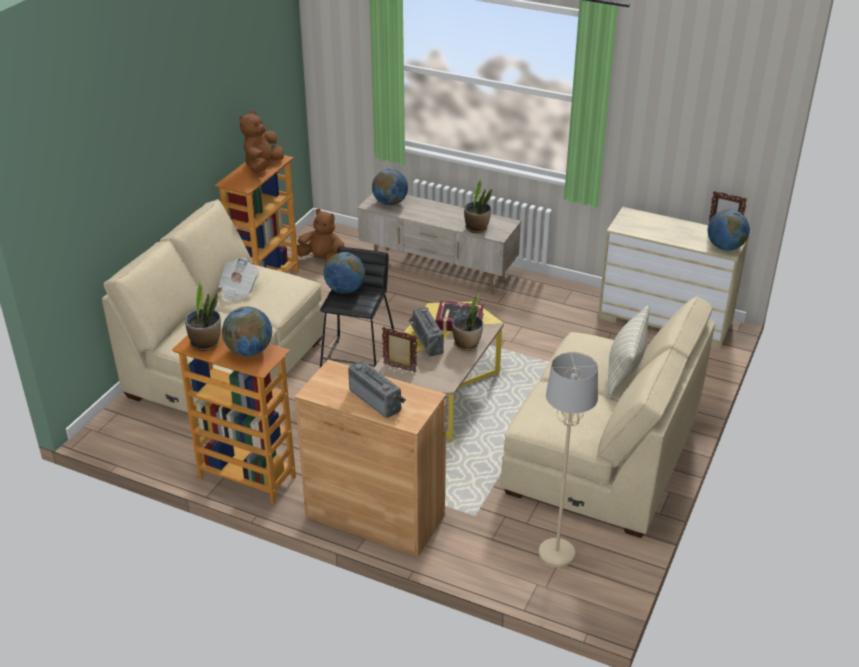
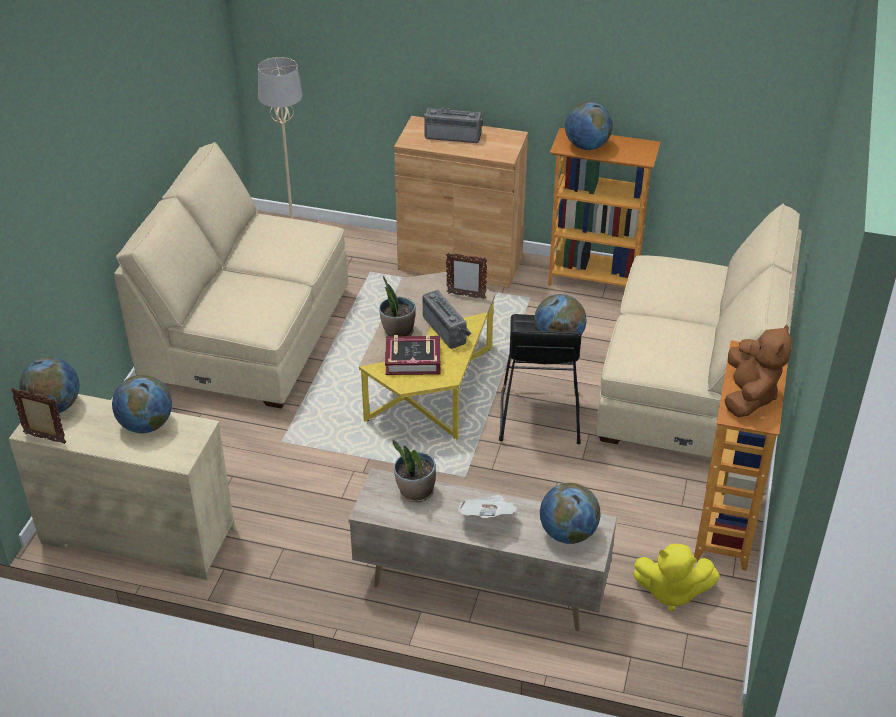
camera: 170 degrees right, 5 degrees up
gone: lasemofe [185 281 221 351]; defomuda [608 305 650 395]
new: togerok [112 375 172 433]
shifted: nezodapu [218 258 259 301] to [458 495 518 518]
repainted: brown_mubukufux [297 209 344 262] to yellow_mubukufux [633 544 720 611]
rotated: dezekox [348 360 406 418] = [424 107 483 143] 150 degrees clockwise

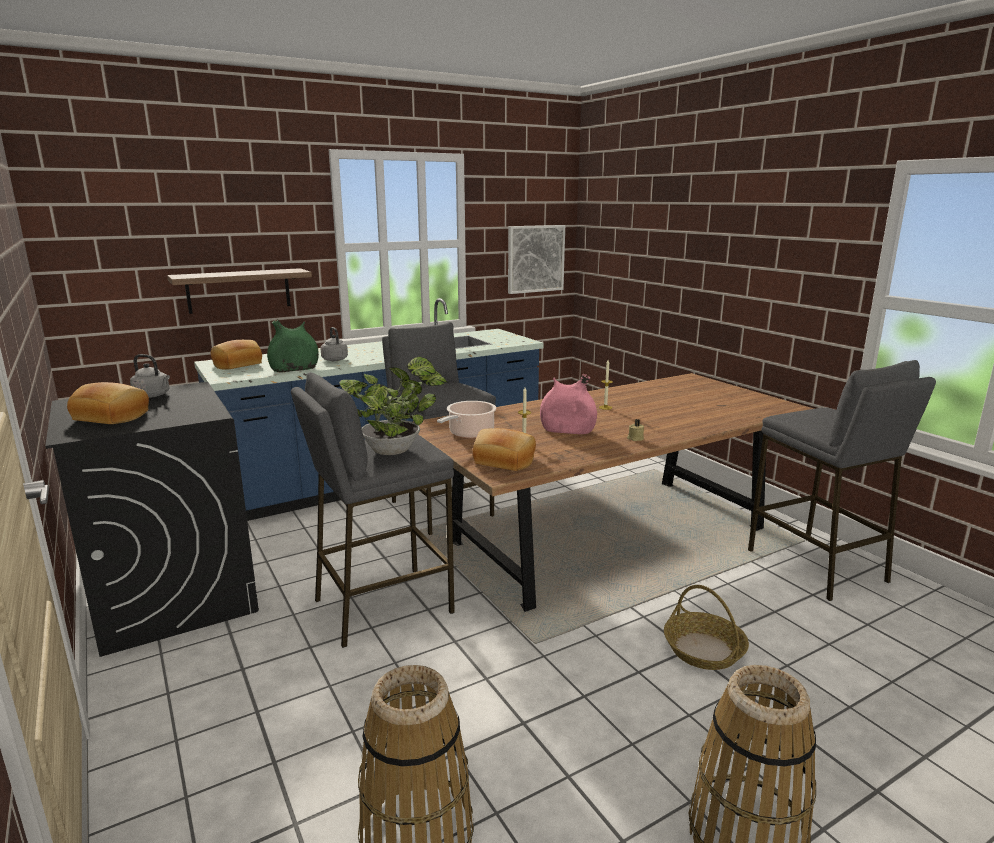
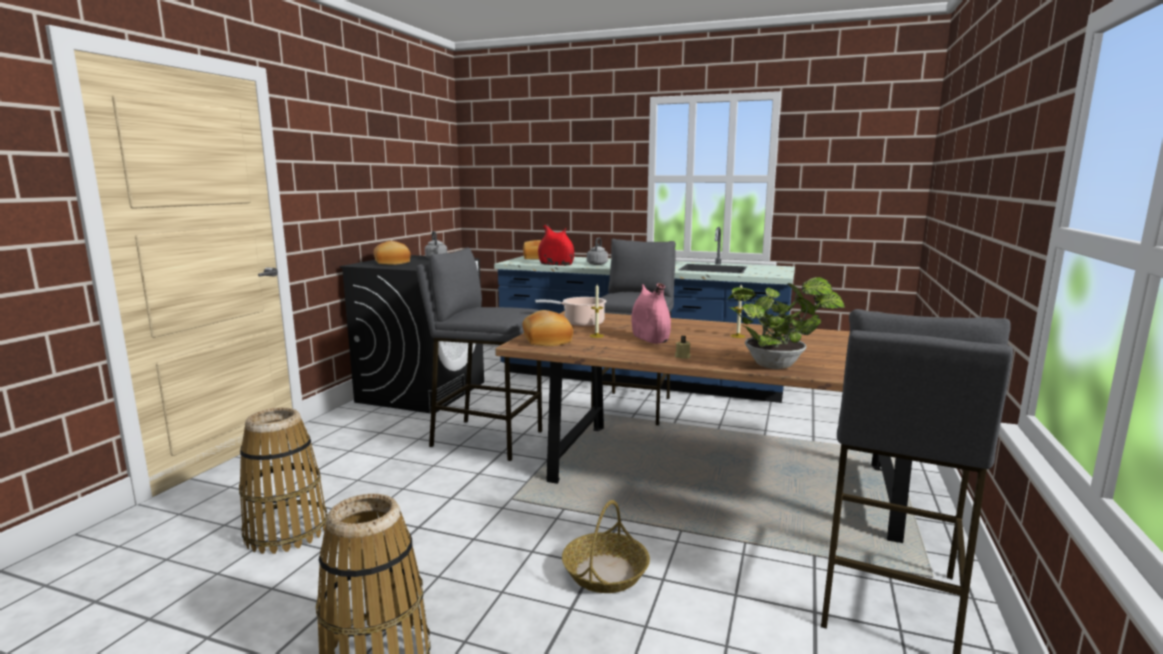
camera: 50 degrees right, 5 degrees down
gone: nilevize [167 268 312 314]; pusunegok [508 225 565 294]
shifted: lasemofe [339 357 447 455] to [727 277 845 369]
repainted: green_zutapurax [267 319 319 372] to red_zutapurax [538 224 574 266]

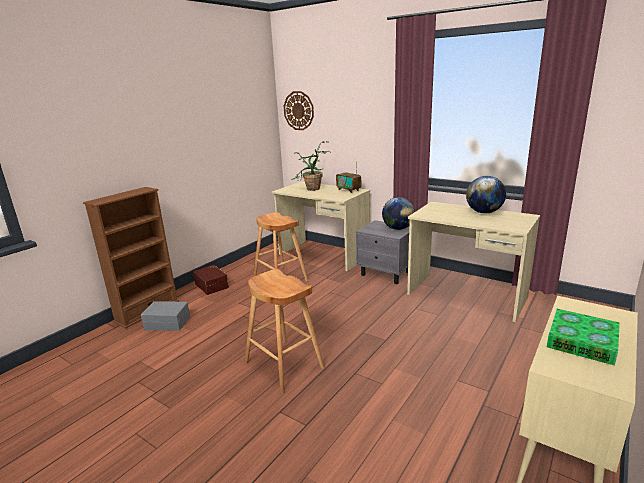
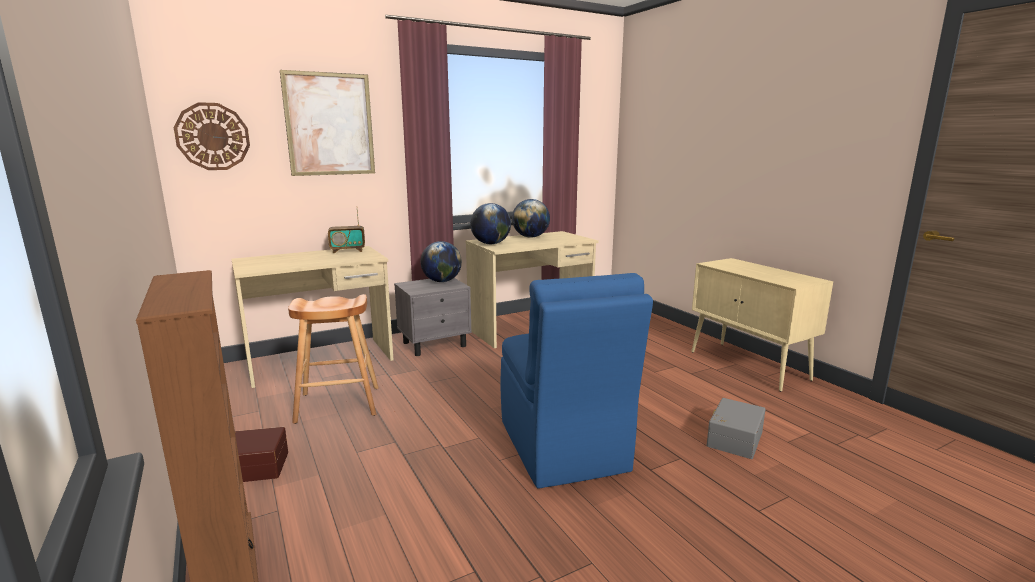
camera: 65 degrees left, 5 degrees down
gone: lasemofe [292 141 330 191]; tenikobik [547 309 620 366]
new: pusunegok [280 70 375 176]; togerok [470 203 511 244]
shifted: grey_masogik [141 301 190 331] to [707 398 766 459]
swapped: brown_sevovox [244 269 325 393] to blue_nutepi [501 273 653 489]

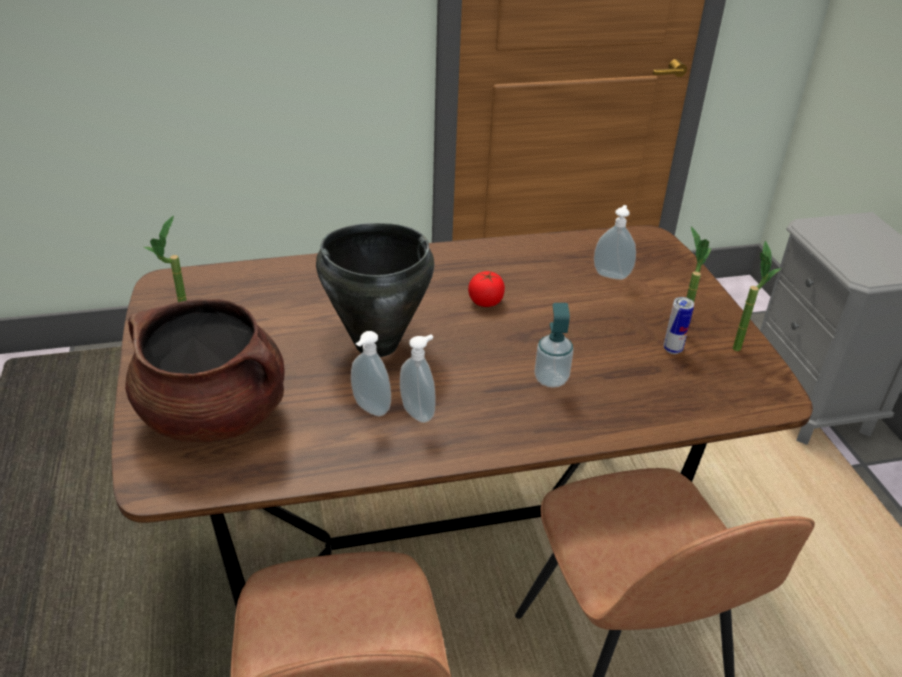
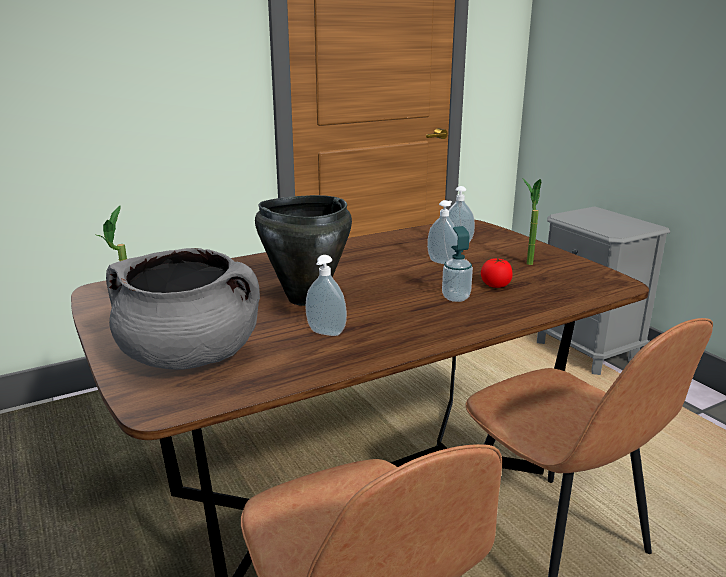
camera: 15 degrees left, 15 degrees down
gone: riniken [664 297 694 354]; lasemofe [732 241 782 351]
shifted: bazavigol [400 335 436 423] to [427 200 458 264]; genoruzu [468 271 505 307] to [481 258 513 288]
repainted: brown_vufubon [125 299 285 442] to grey_vufubon [106 248 260 370]

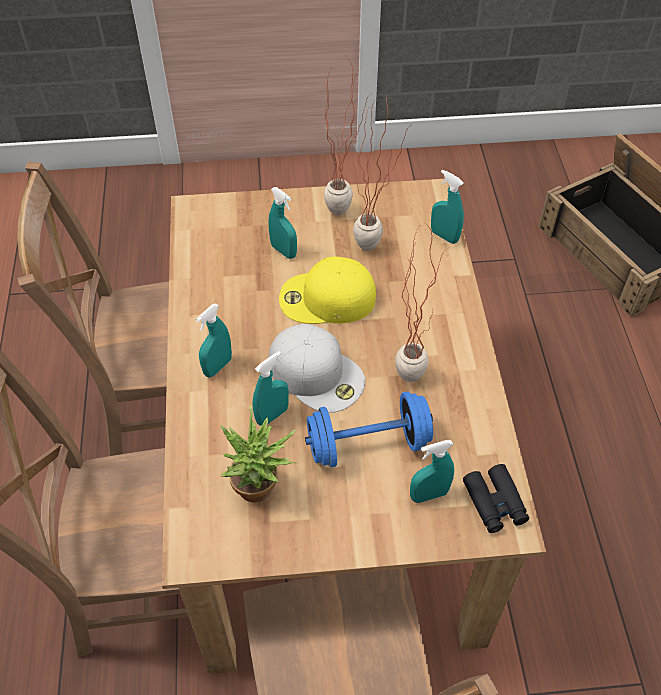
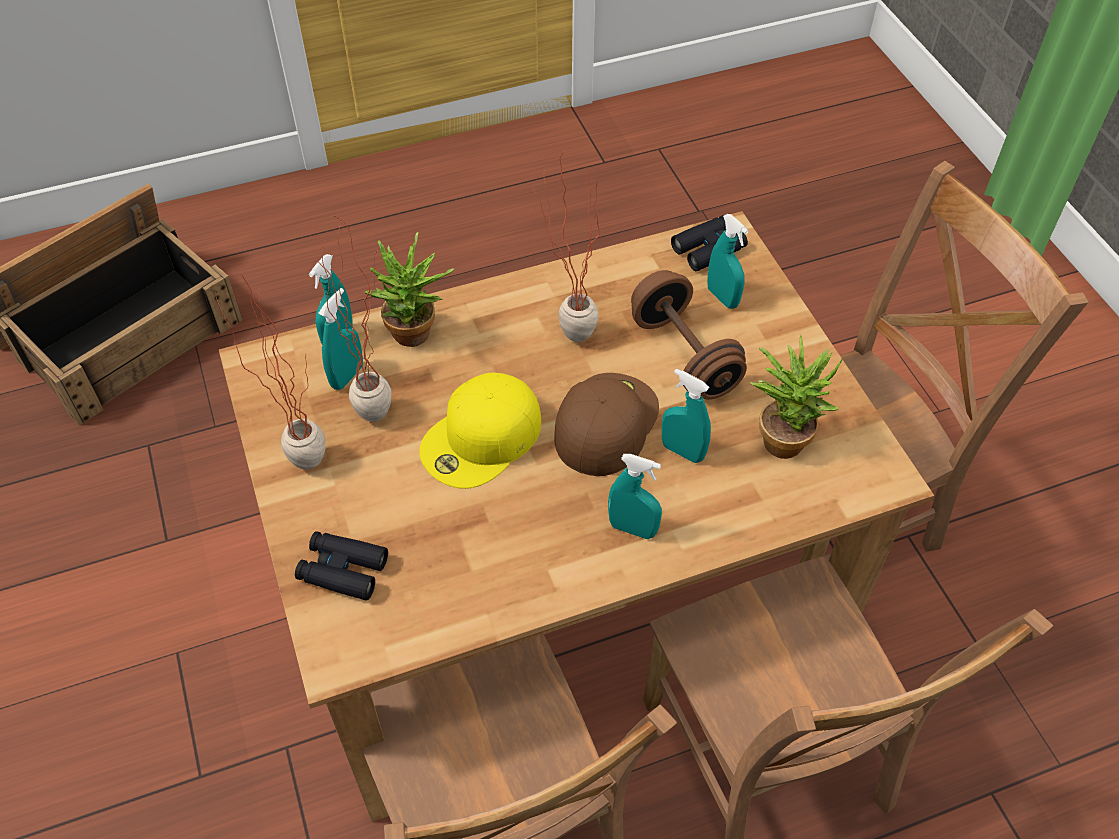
camera: 105 degrees left, 0 degrees up
new: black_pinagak [295 531 388 600]; lasemofe [364 232 455 347]
shifted: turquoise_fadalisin [269 187 297 259] to [318 288 363 390]
repainted: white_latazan [268 324 365 413] to brown_latazan [554 373 659 476]; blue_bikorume [305 391 433 468] to brown_bikorume [631 270 747 400]
rotated: yellow_latazan [279 257 376 324] = [419 373 541 489] 60 degrees clockwise

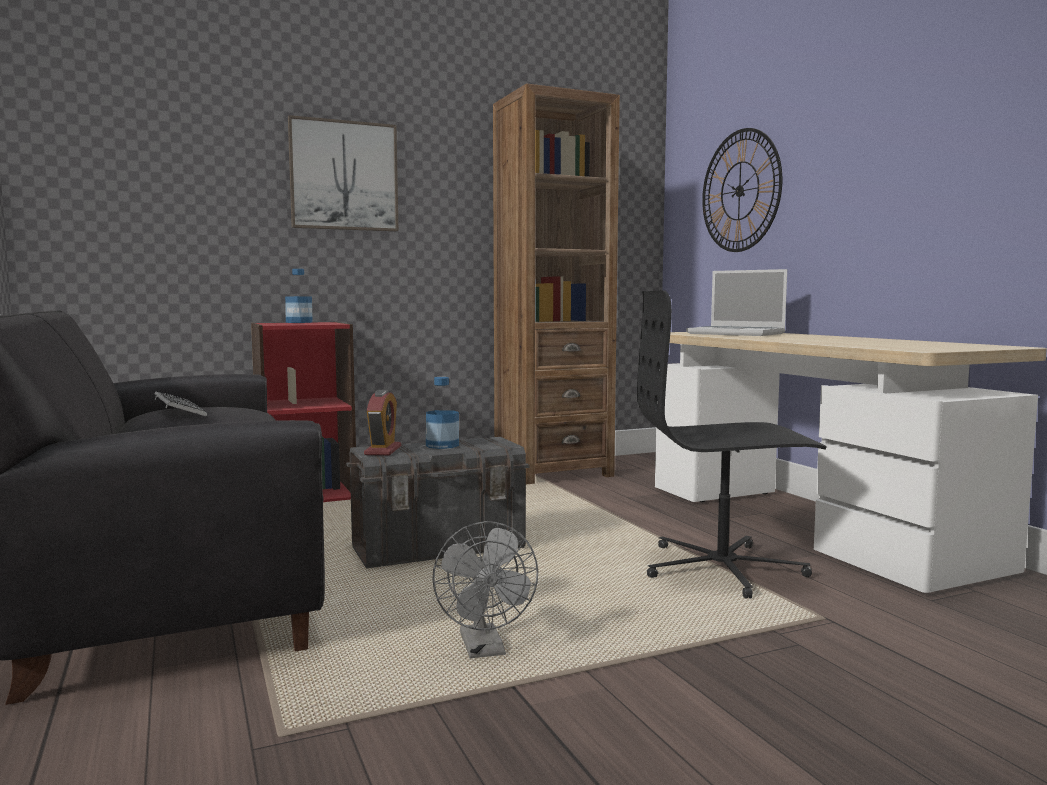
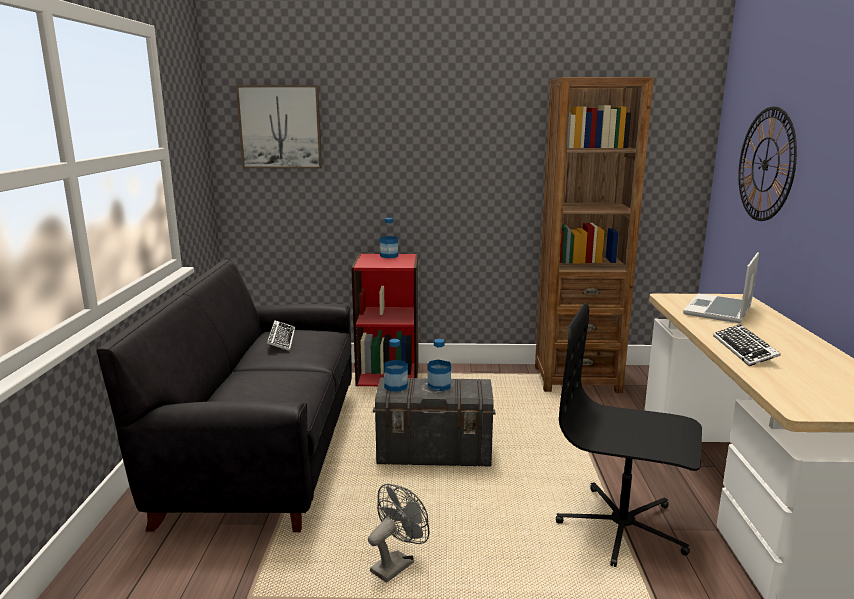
camera: 25 degrees right, 10 degrees up
new: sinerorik [713 324 781 366]
shifted: pusunegok [288 115 399 231] to [236 85 322 168]
swapped: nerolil [364 390 401 455] to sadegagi [384 339 408 392]
rotated: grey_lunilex [433 521 538 658] = [368 484 430 583] 150 degrees counterclockwise; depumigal [686 269 787 336] = [683 252 759 323] 60 degrees clockwise

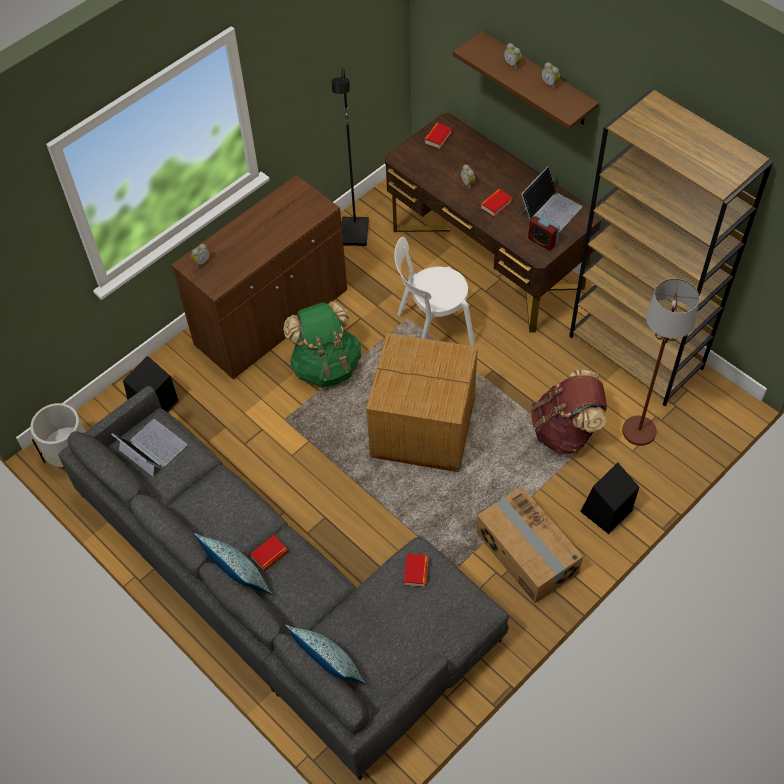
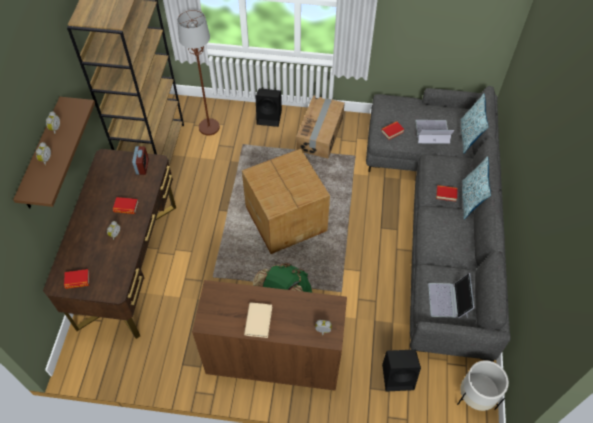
camera: 130 degrees left, 0 degrees up
gone: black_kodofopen [332 67 369 246]; white_nutepi [394 237 475 346]; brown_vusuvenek [531 370 607 454]
new: beige_tenikobik [244 302 272 338]
shifted: depumigal [521 166 582 232] to [415 120 454 144]

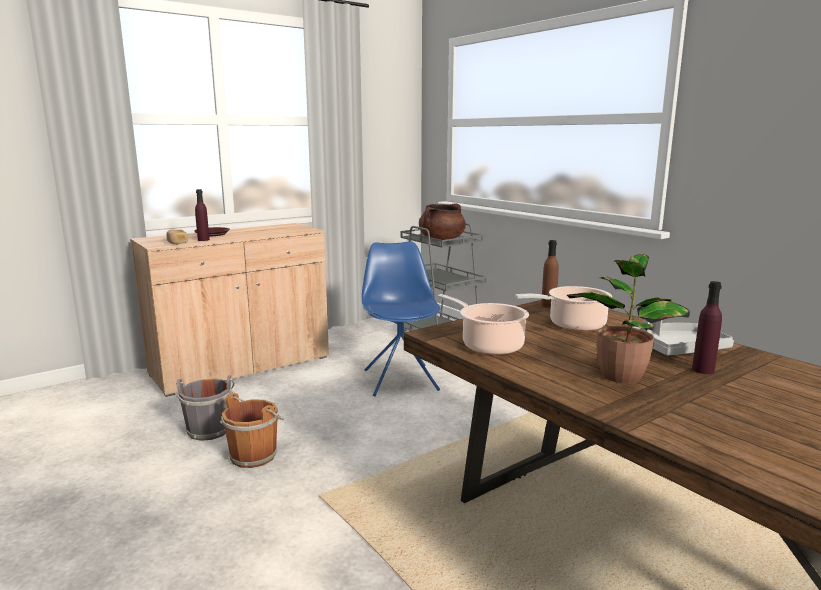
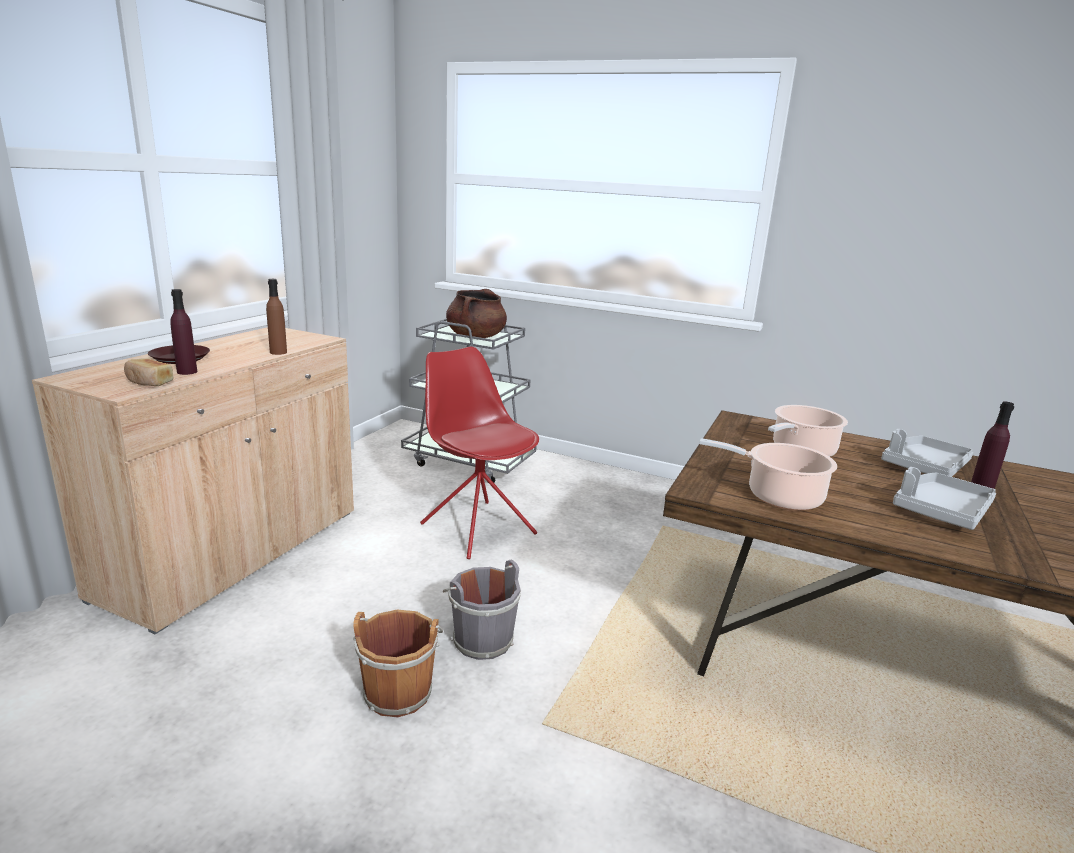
camera: 30 degrees left, 5 degrees up
shifted: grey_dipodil [176 375 234 441] to [443 560 521 660]; brown_sadegagi [541 240 559 308] to [266 279 287 355]
swapped: lasemofe [567 254 690 384] to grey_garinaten [893 467 996 530]
repainted: blue_nutepi [362 241 440 396] to red_nutepi [420 346 539 559]

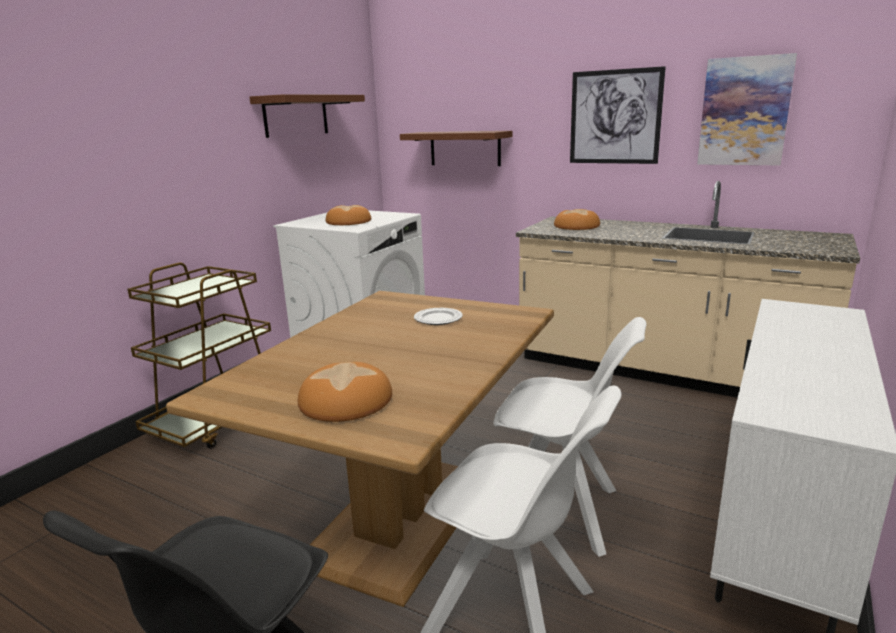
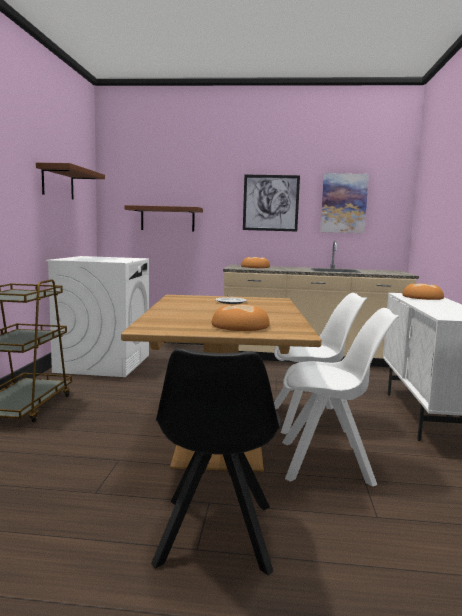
camera: 25 degrees left, 10 degrees down
shifted: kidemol [326 205 371 225] to [402 283 444 300]

